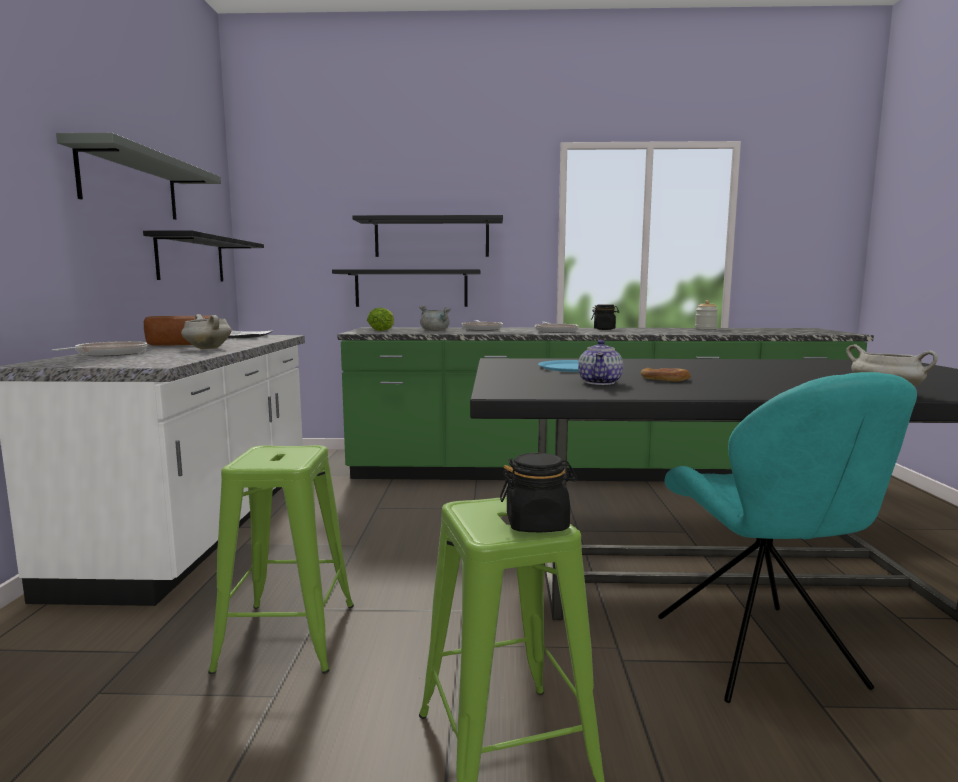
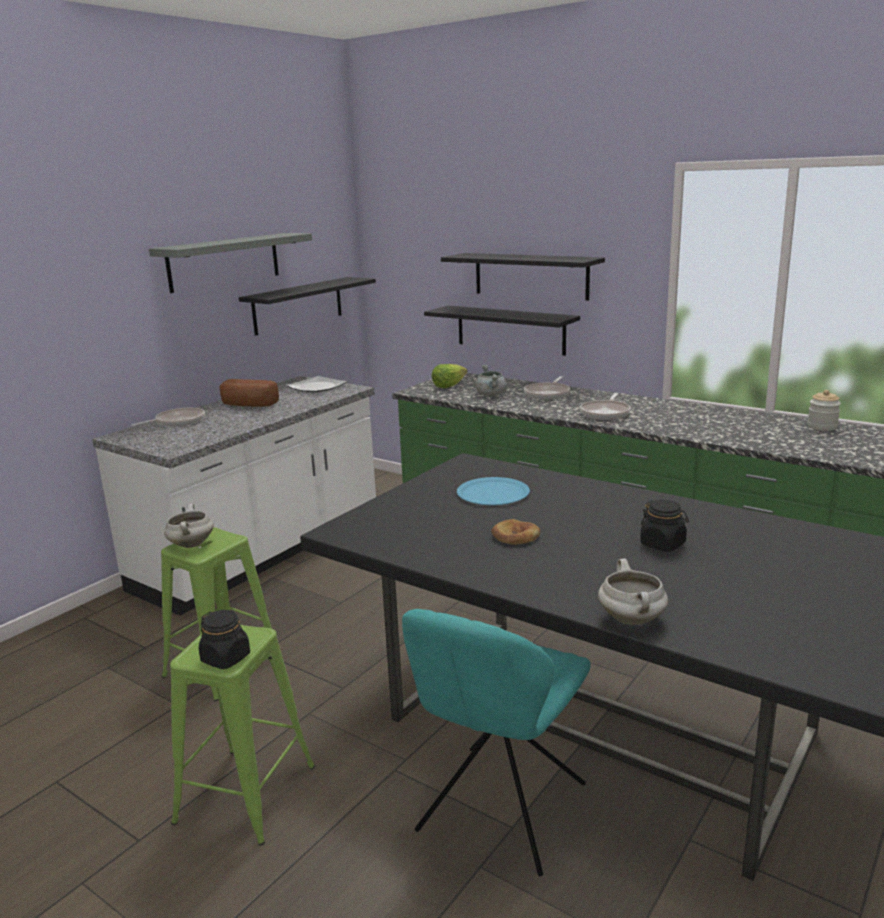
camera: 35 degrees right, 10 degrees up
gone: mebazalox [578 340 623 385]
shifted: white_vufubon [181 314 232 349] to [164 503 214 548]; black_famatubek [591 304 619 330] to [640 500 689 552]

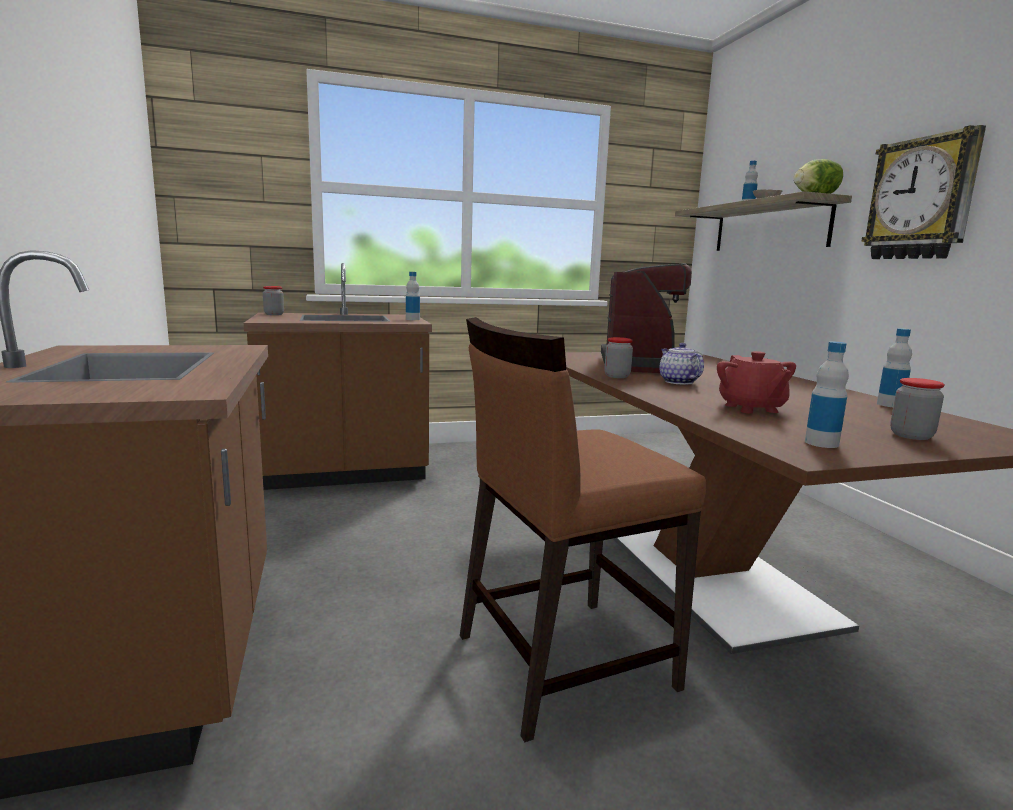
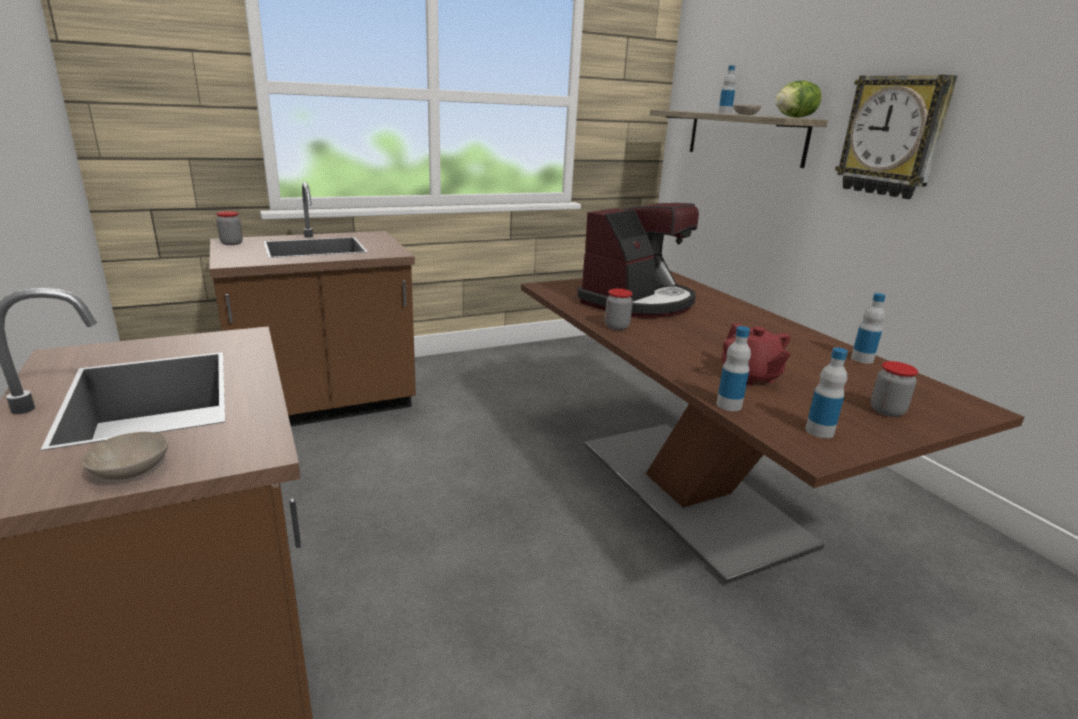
camera: 10 degrees left, 10 degrees up
gone: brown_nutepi [460 317 706 742]; mebazalox [659 343 704 384]
new: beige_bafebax [82 432 168 480]
shifted: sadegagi [406 272 420 320] to [716 326 751 411]
rotated: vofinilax [601 263 703 373] = [577 203 699 318] 45 degrees clockwise

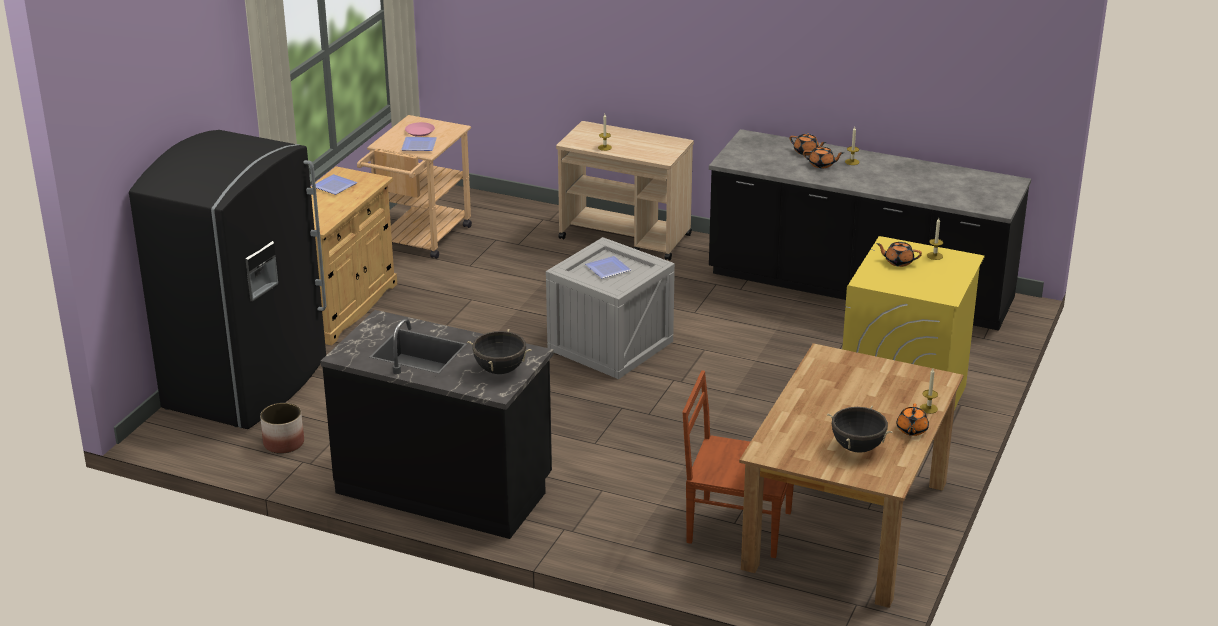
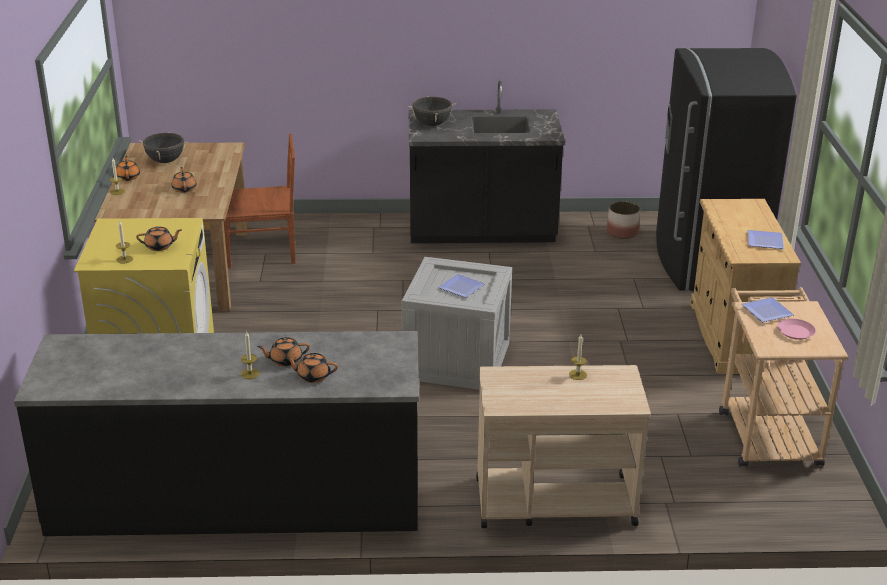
camera: 155 degrees right, 0 degrees up
new: orange_mebazalox [172 167 196 193]

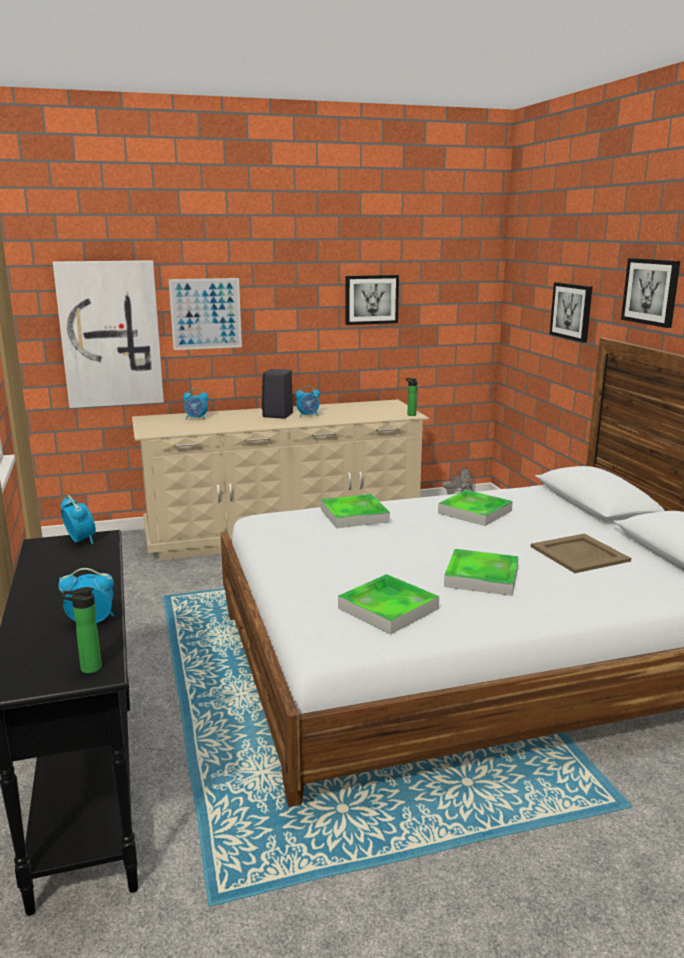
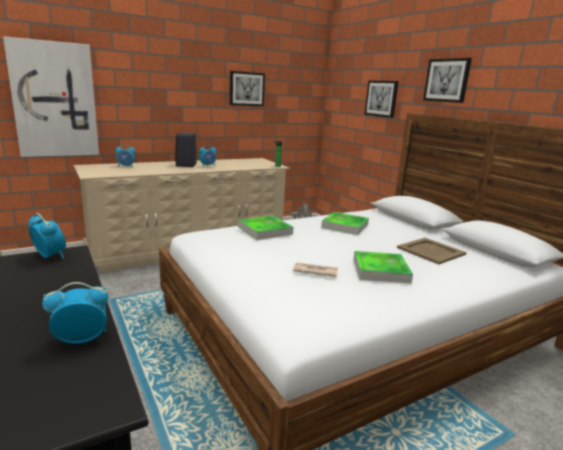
camera: 15 degrees left, 0 degrees up
gone: sadegagi [63 587 102 674]; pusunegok [169 278 242 350]; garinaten [338 574 439 634]
new: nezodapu [293 262 338 277]

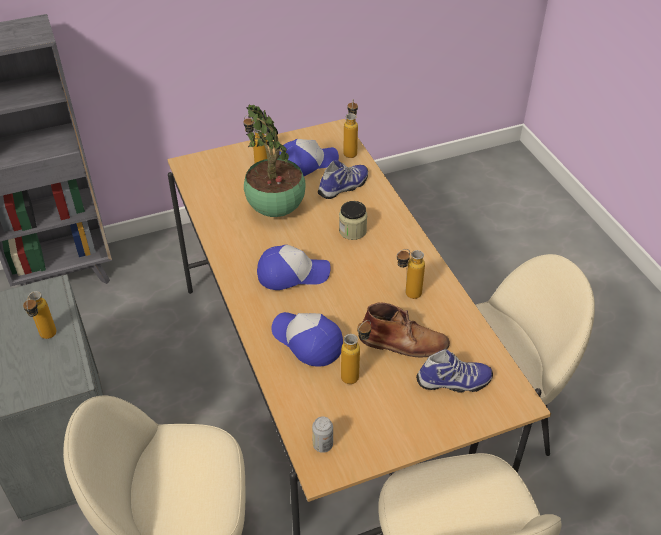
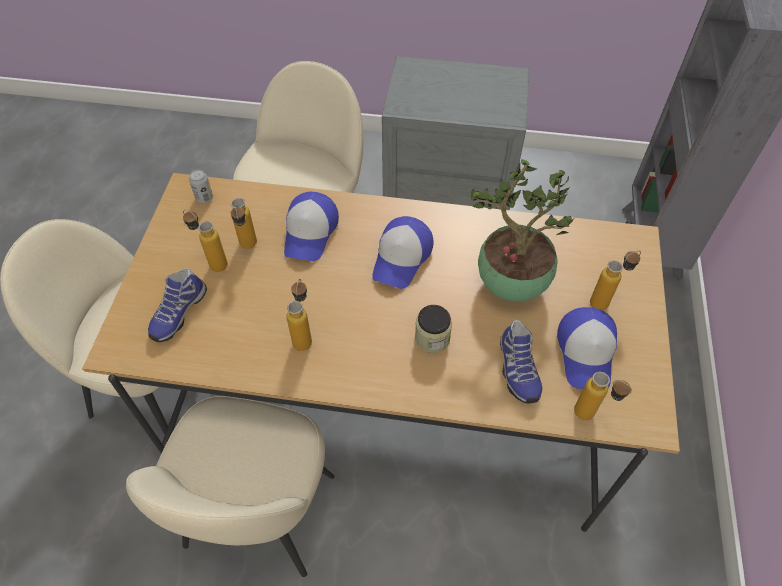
camera: 120 degrees right, 10 degrees up
gone: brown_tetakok [360 303 450 357]
shifted: sadegagi [23 291 56 339] to [183 209 227 272]
rotated: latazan [271 312 343 366] = [284 192 339 261] 120 degrees clockwise

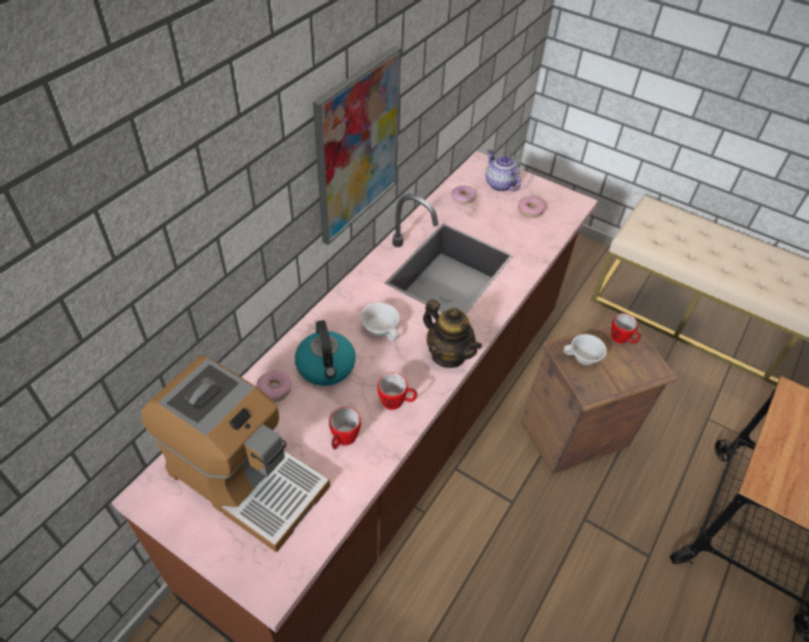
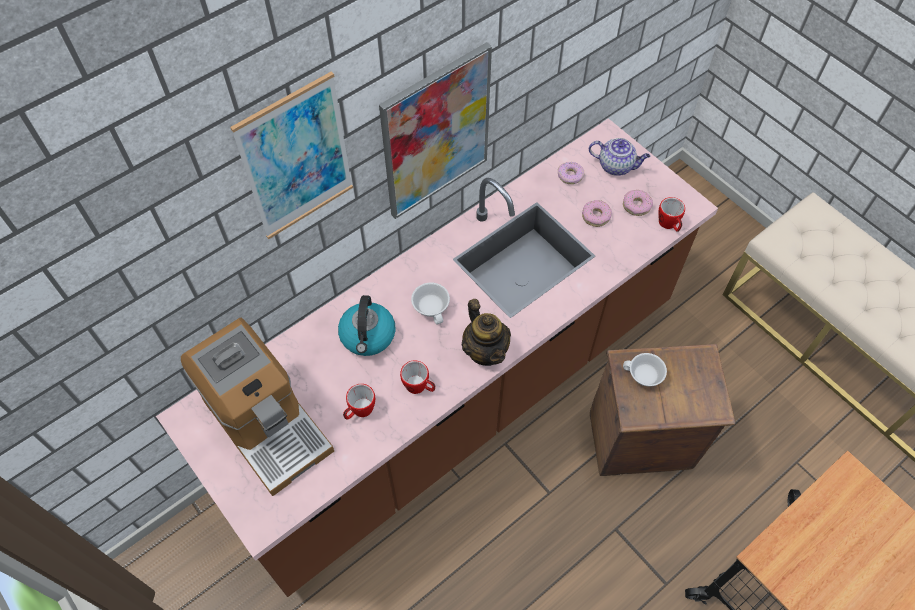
camera: 20 degrees right, 10 degrees up
new: pusunegok [230 71 353 239]
shifted: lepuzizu [256 370 291 402] to [582 200 612 227]; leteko [611 313 640 344] to [658 197 685 232]
rotated: mebazalox [486 150 521 191] = [589 138 650 176] 120 degrees clockwise

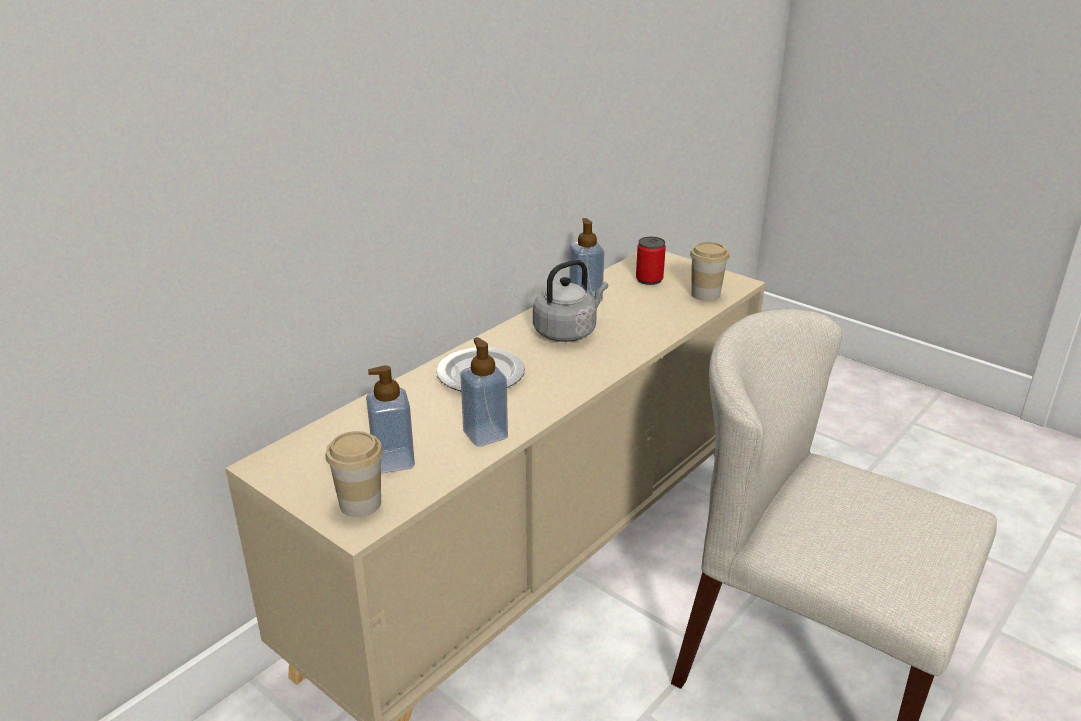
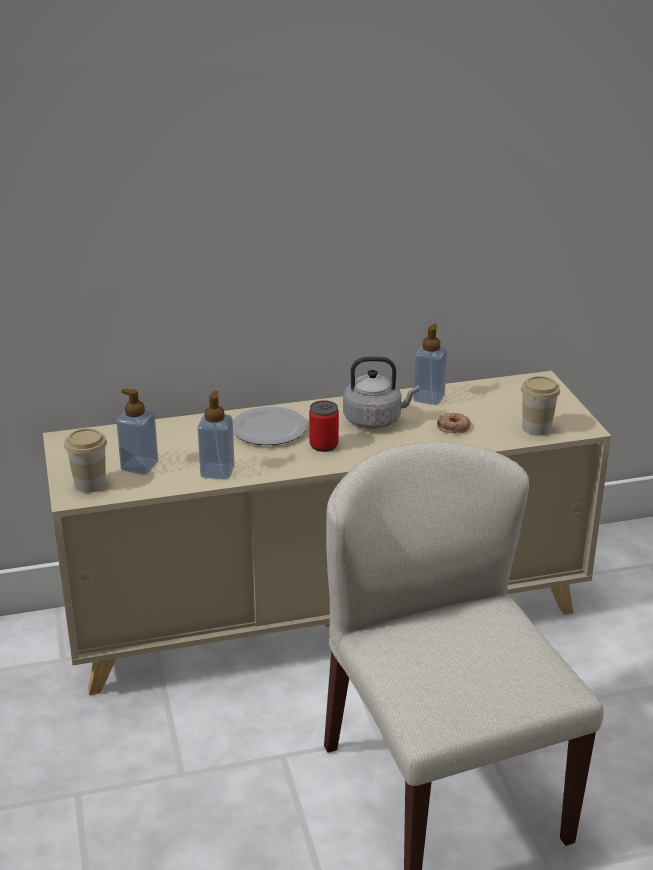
camera: 35 degrees right, 0 degrees up
new: lepuzizu [437 412 471 434]
shifted: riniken [636 237 666 285] to [309 400 339 452]

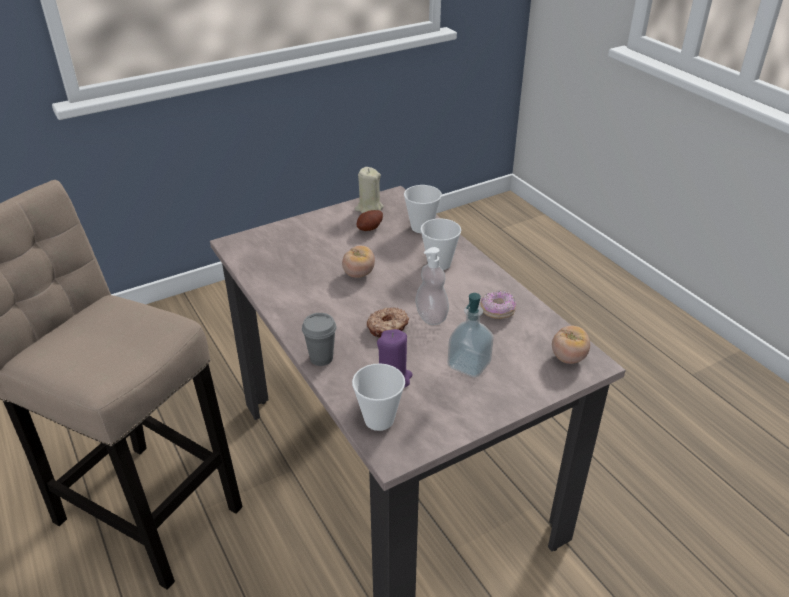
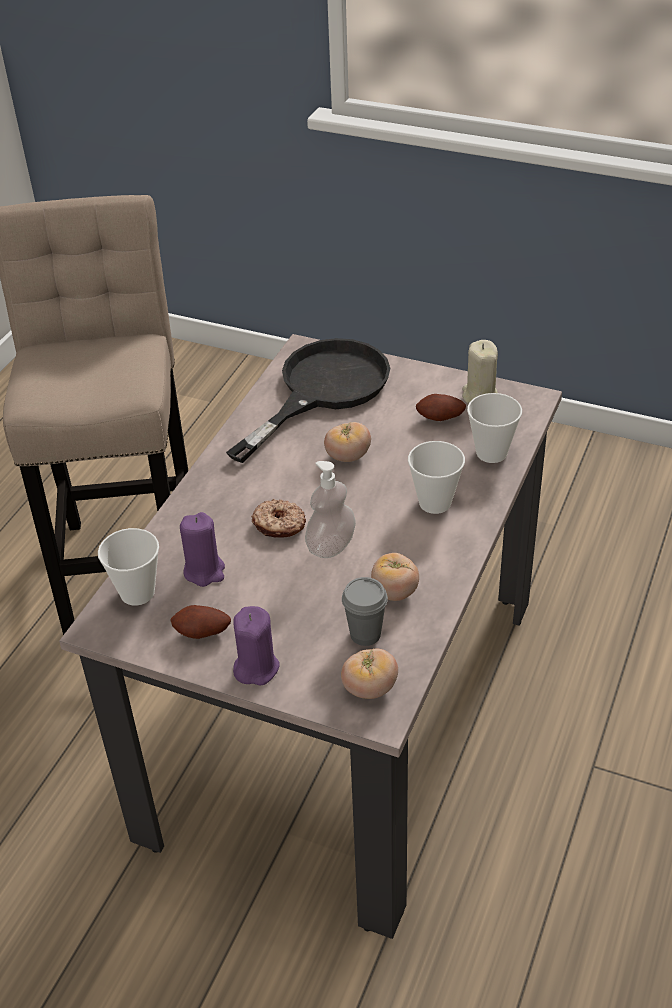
camera: 55 degrees right, 5 degrees up
gone: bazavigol [448 293 493 378]
new: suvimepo [170 605 231 639]; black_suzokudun [226 338 390 463]; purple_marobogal [233 606 280 686]
shifted: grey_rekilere [302 313 337 366] to [342 577 388 646]
swapped: lepuzizu [480 291 516 319] to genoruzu [371 553 419 601]

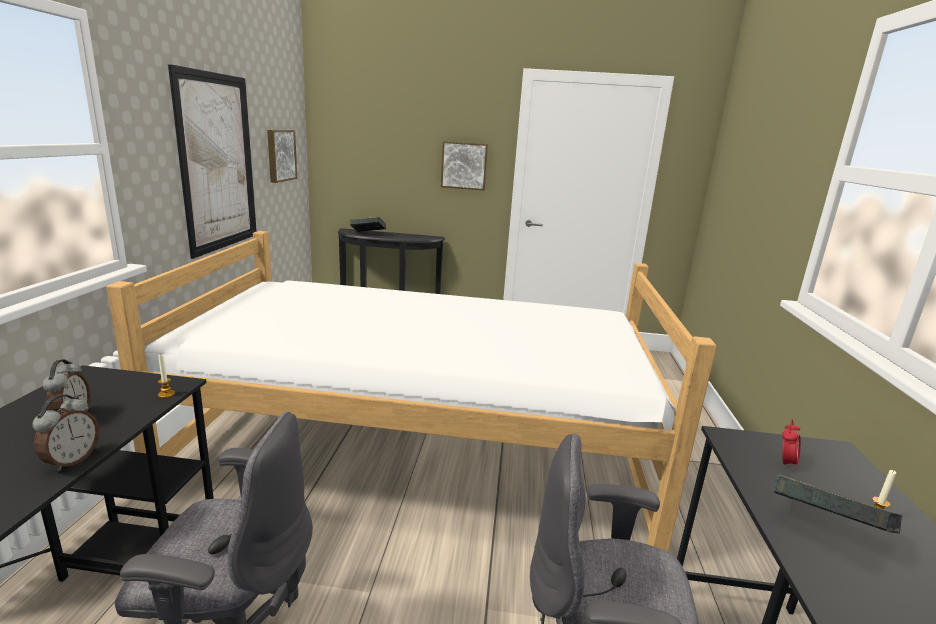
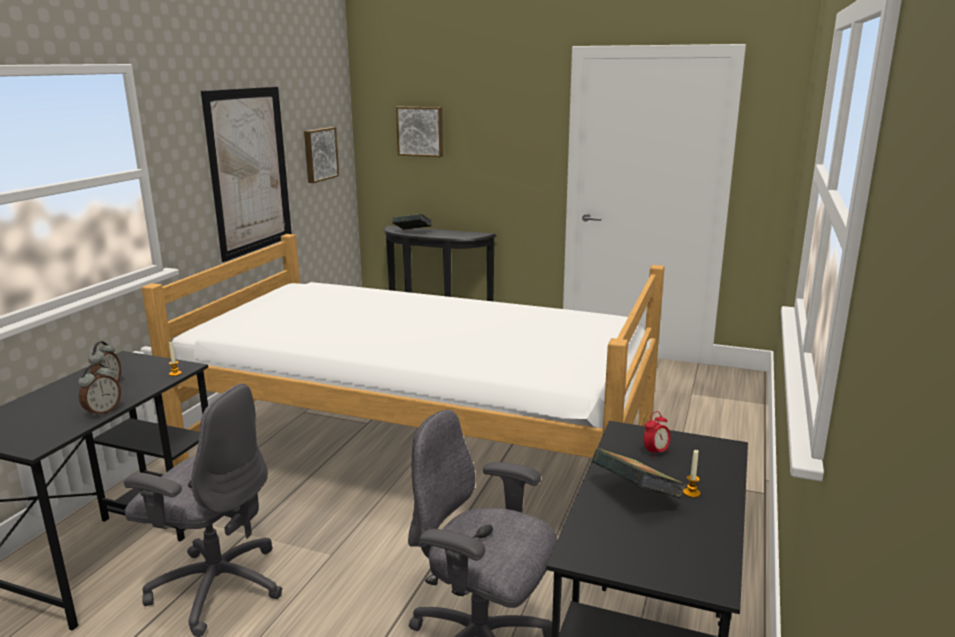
camera: 15 degrees right, 0 degrees up
shifted: pusunegok [441 141 488 190] to [396 107 443 157]

